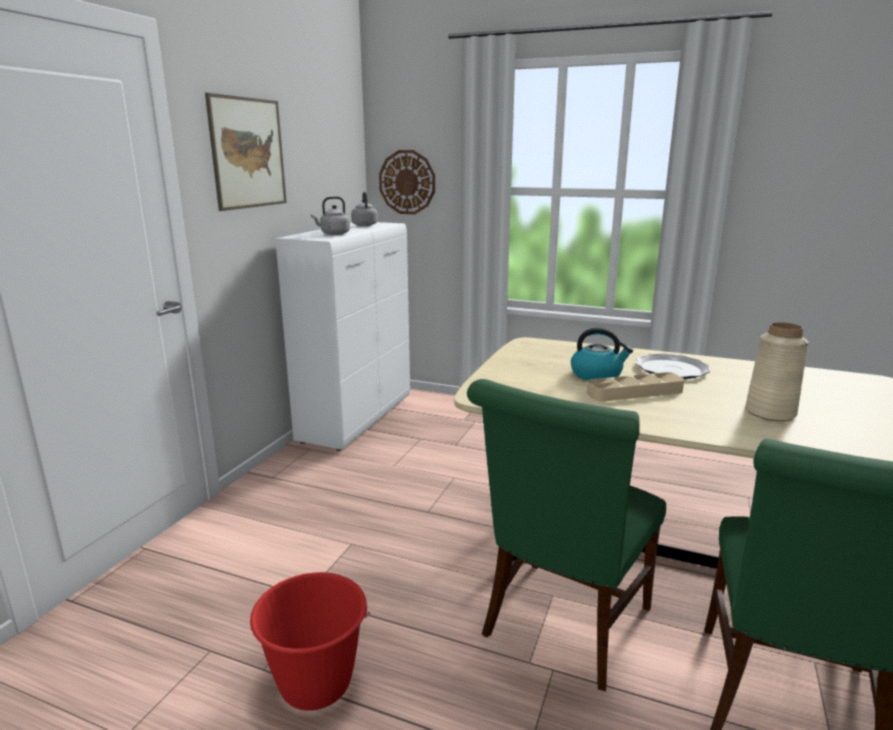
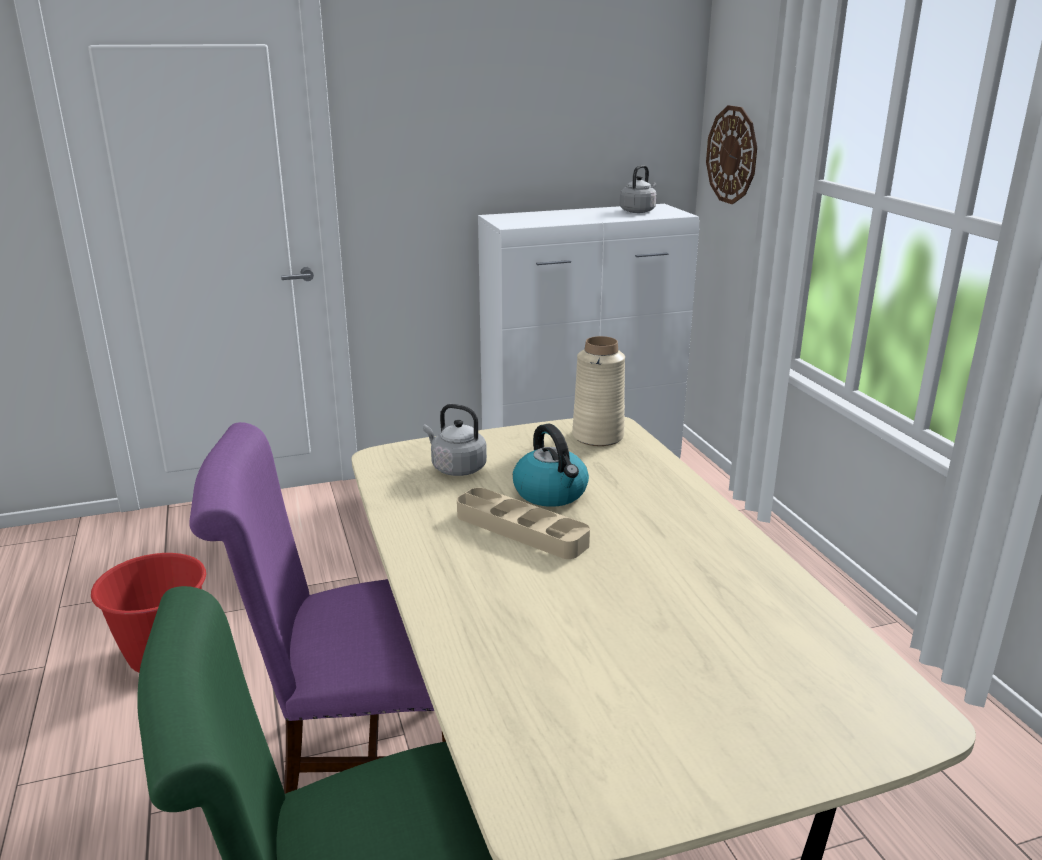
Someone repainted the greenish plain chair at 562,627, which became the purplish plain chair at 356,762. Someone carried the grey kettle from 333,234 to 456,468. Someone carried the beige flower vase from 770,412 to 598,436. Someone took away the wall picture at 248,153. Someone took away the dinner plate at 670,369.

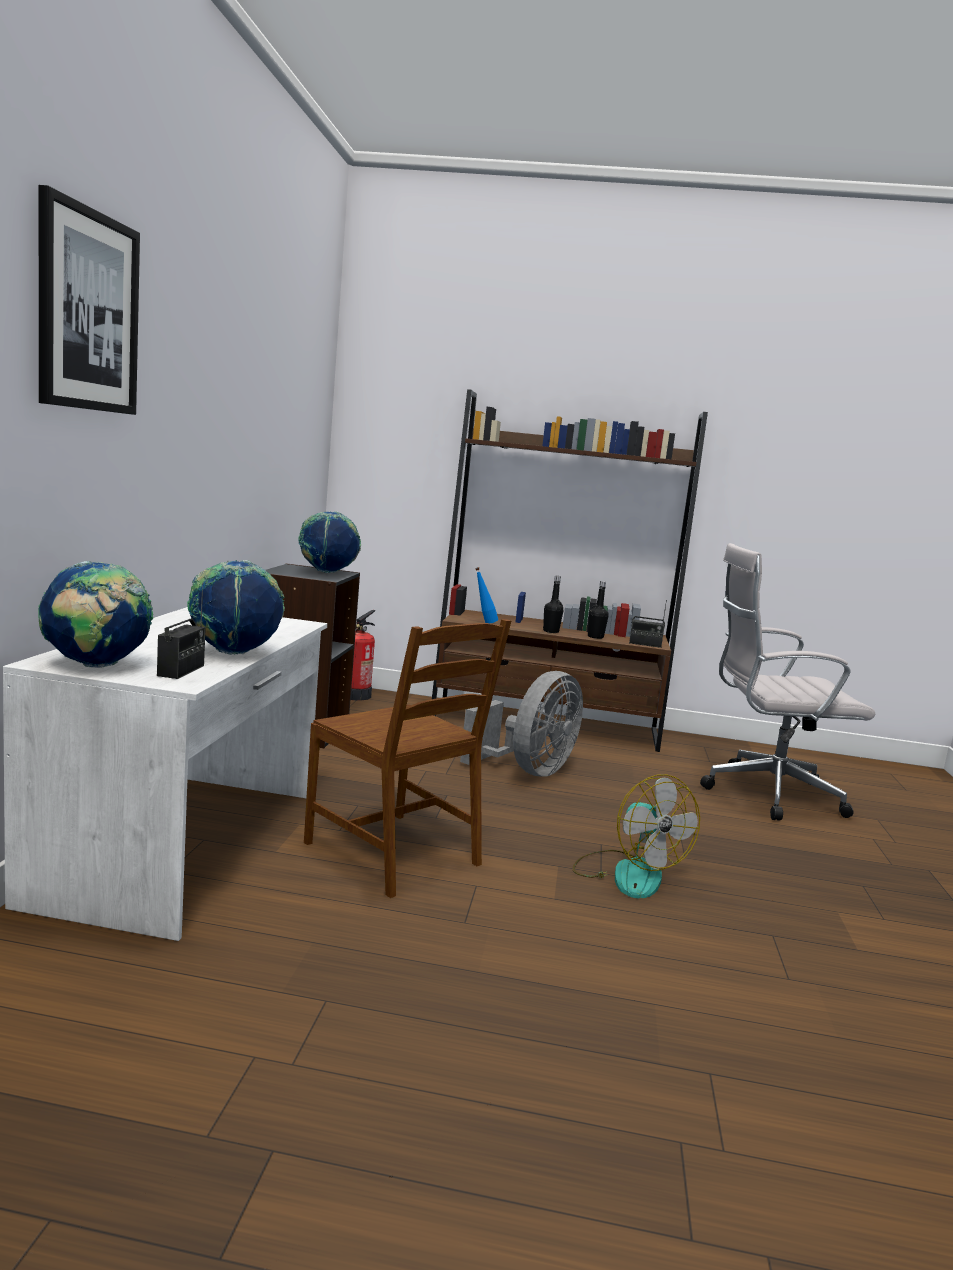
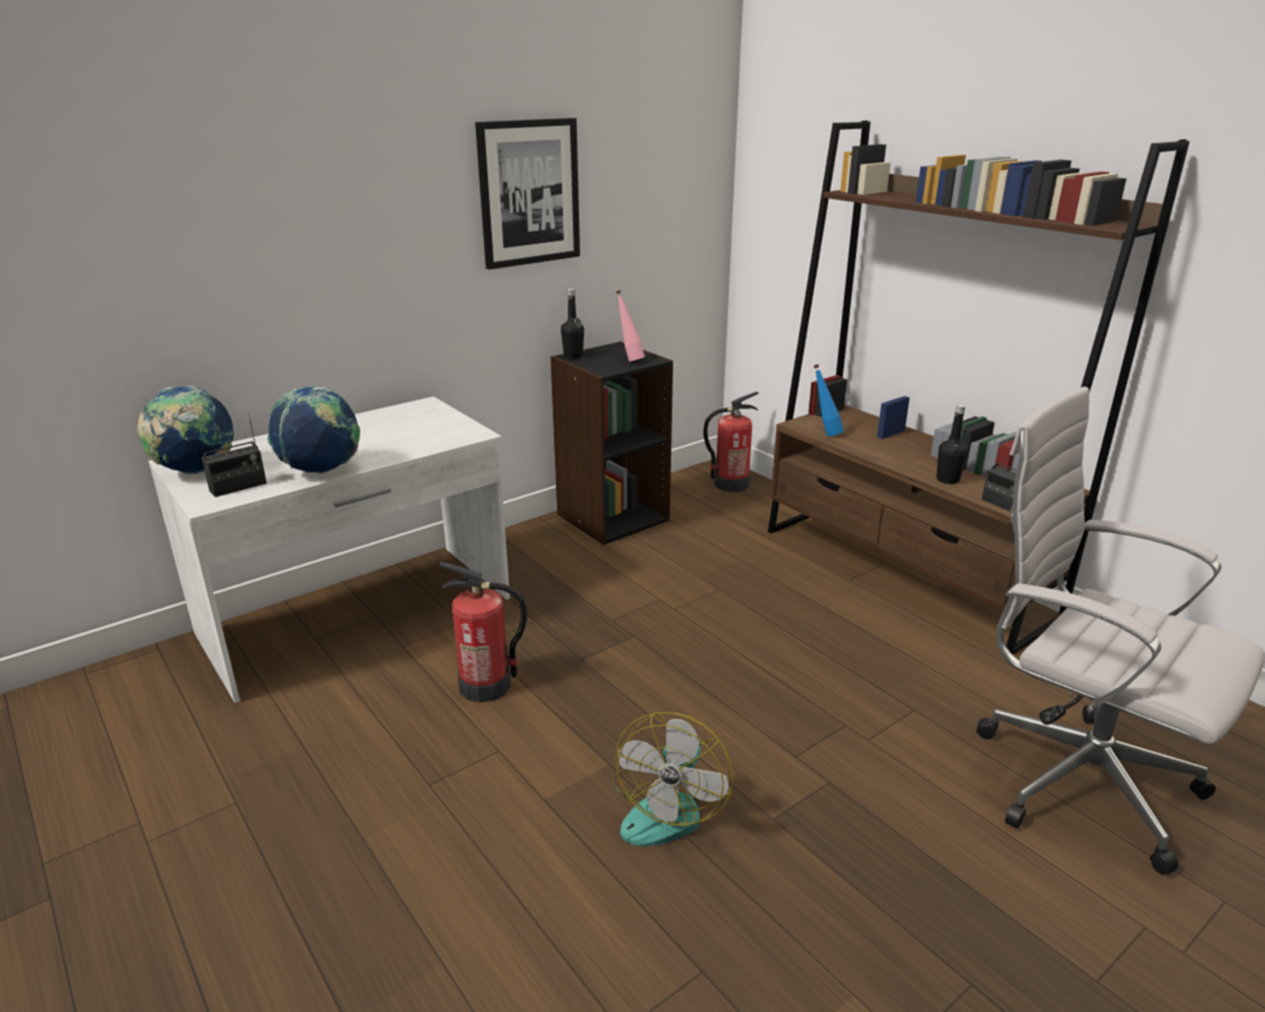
Someone swapped the brown-coloured plain chair at 395,853 for the fire extinguisher at 486,686. Someone carried the wall picture from 88,311 to 529,193. Someone carried the black bottle from 551,631 to 573,356. Someone swapped the globe at 327,572 for the pinkish bottle at 629,360. Someone took away the grey fan at 529,771.

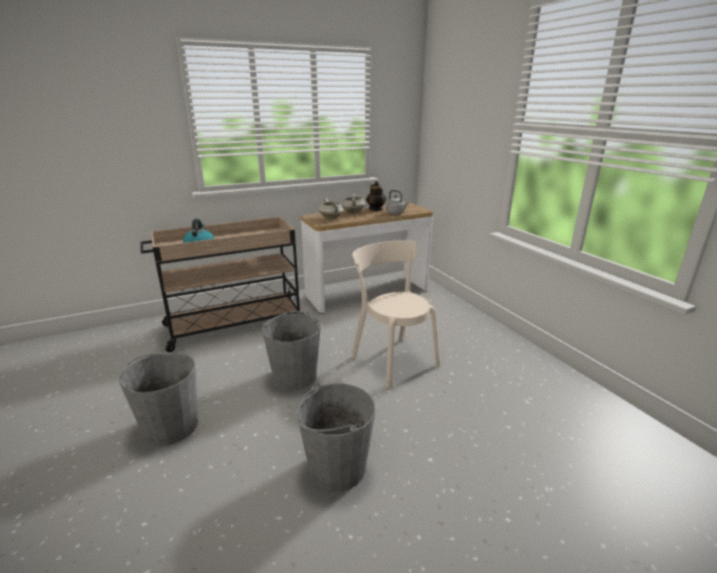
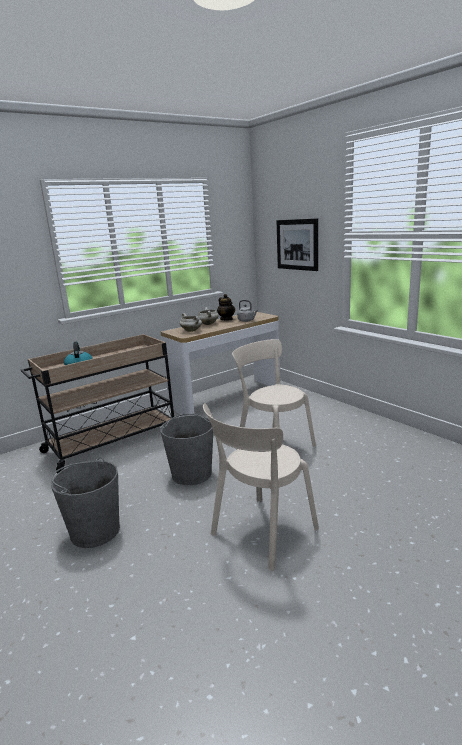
Someone swapped the grey water bucket at 336,467 for the beige plain chair at 261,534. Someone put up the wall picture at 297,244.

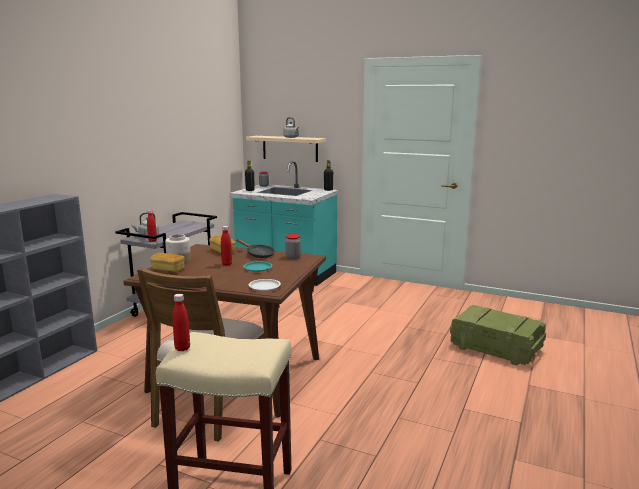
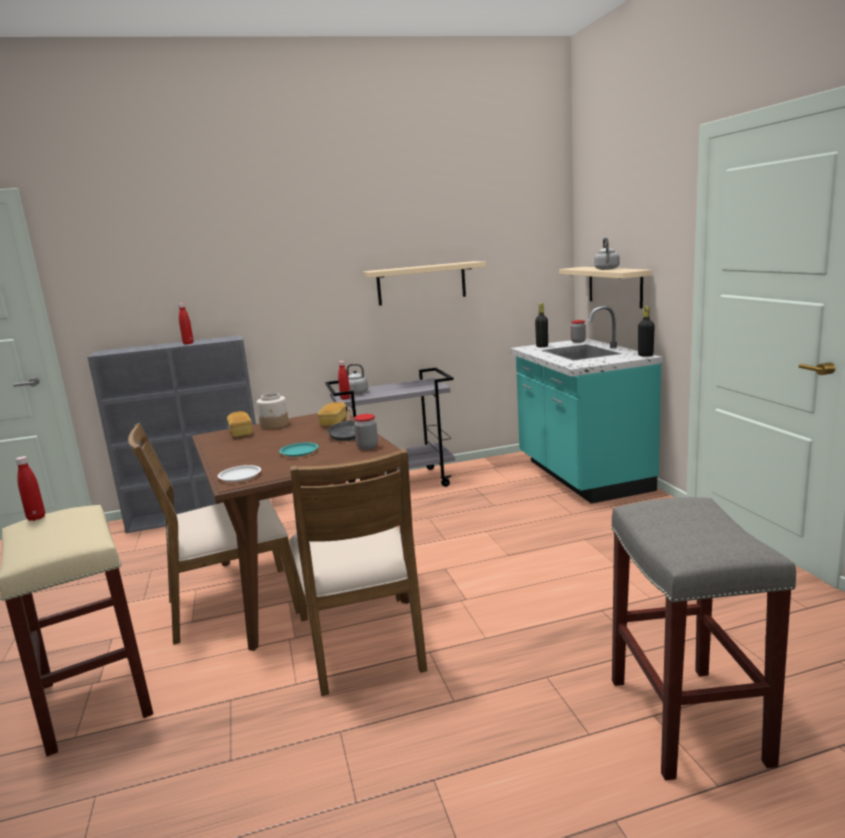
Someone carried the red-coloured bottle from 226,264 to 188,343. Someone put down the brown-coloured plain chair at 362,642. Someone put up the beige bracket shelf at 421,283. Someone swapped the packing crate at 494,348 for the grey stool at 684,718.

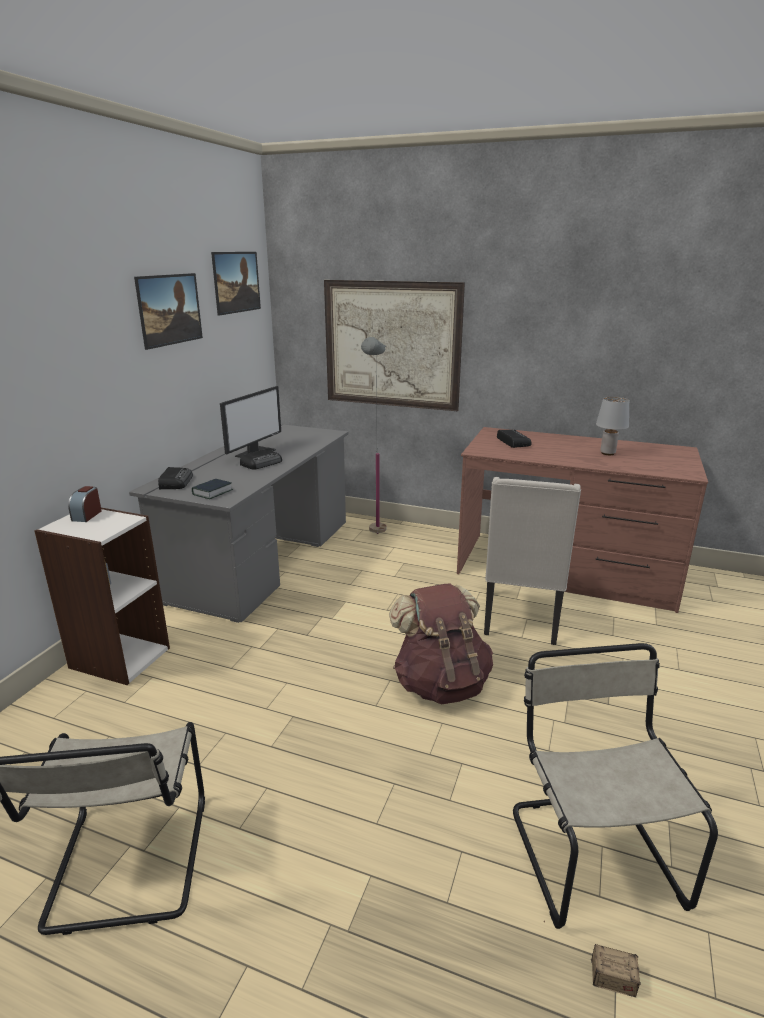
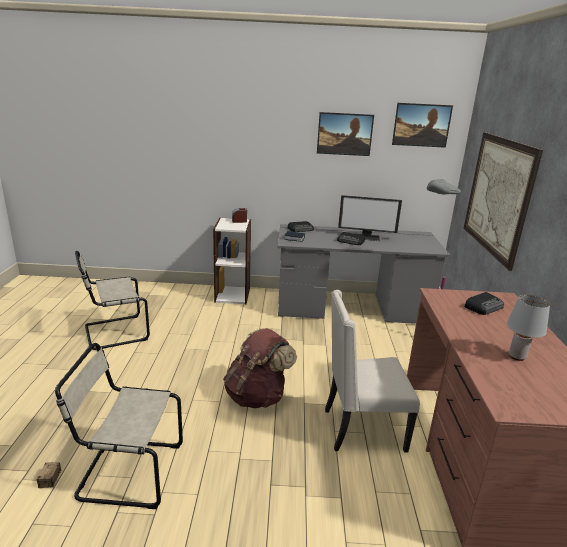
Someone rotated the beige plain chair at 590,851 by 150 degrees counterclockwise.

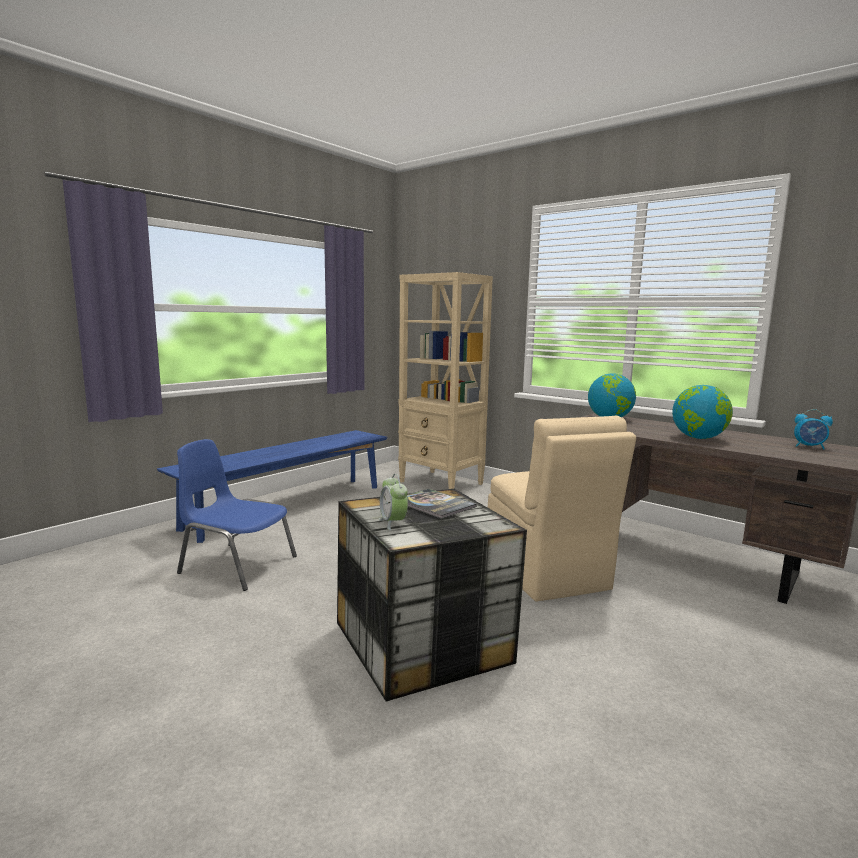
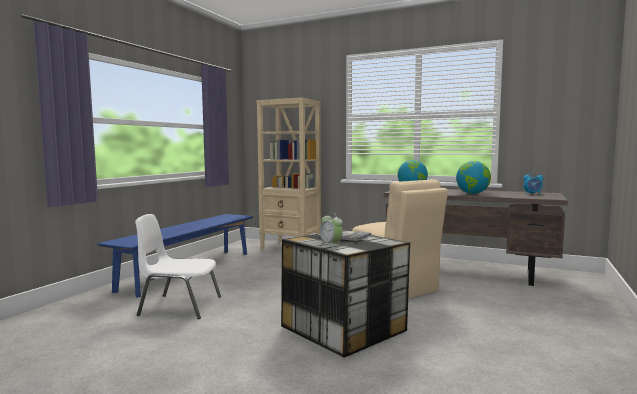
Someone repainted the blue-coloured plain chair at 236,565, which became the whitish plain chair at 179,306.

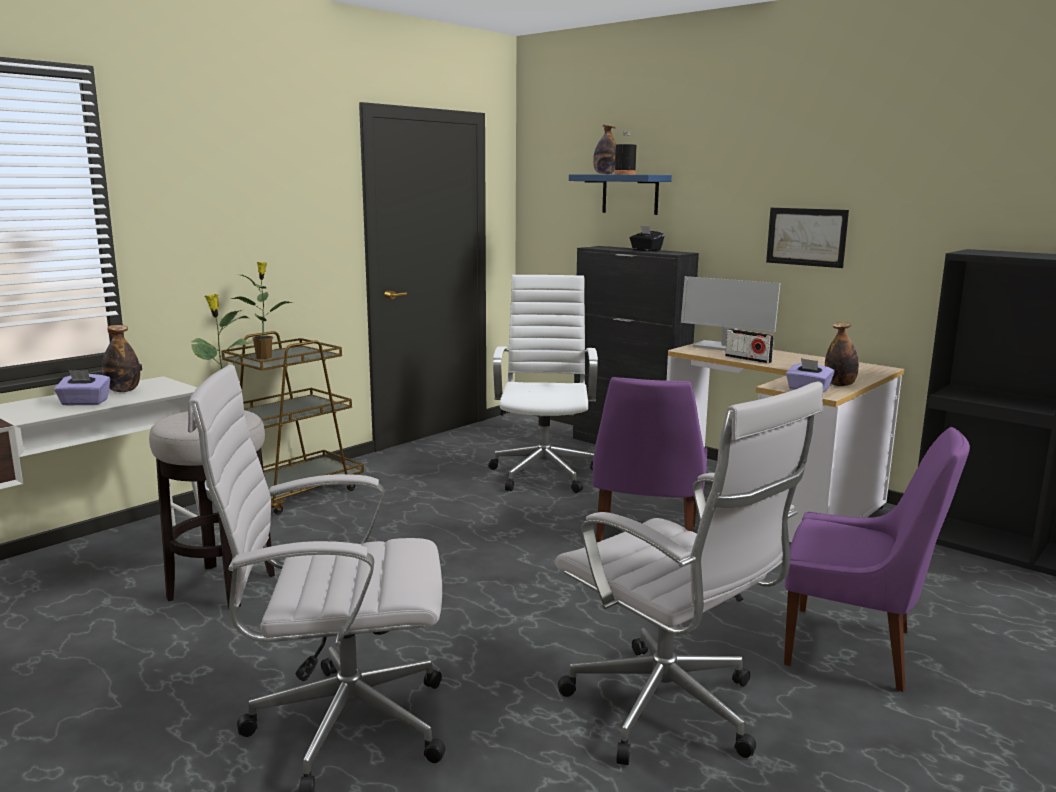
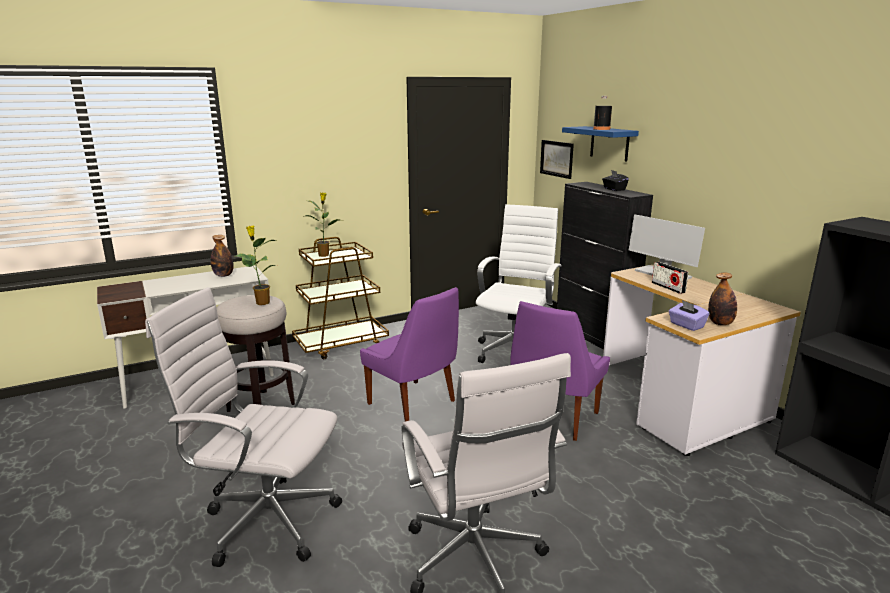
Someone carried the purplish plain chair from 854,649 to 414,403. Someone carried the wall picture from 806,237 to 556,158. Someone took away the purplish box of tissues at 84,403. Someone took away the bottle at 604,174.

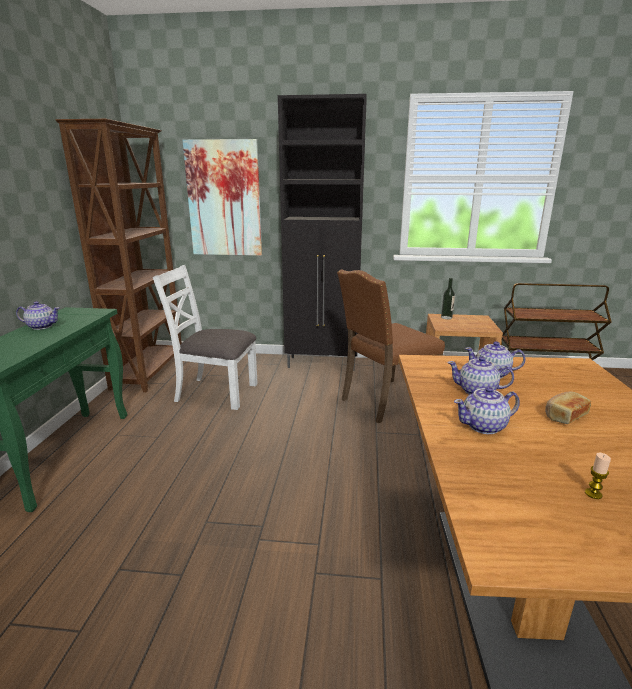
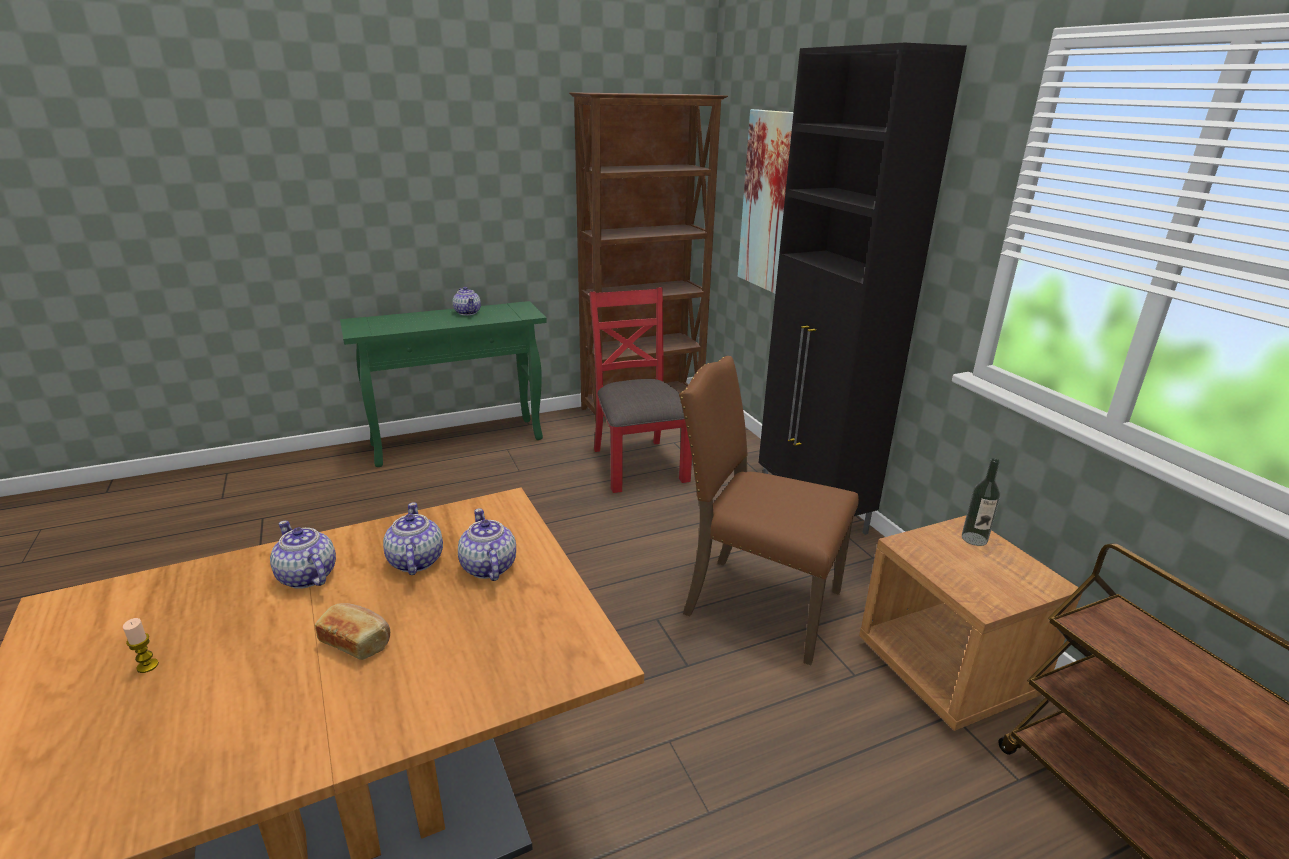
Someone repainted the whitish plain chair at 215,392, which became the red-coloured plain chair at 638,464.

